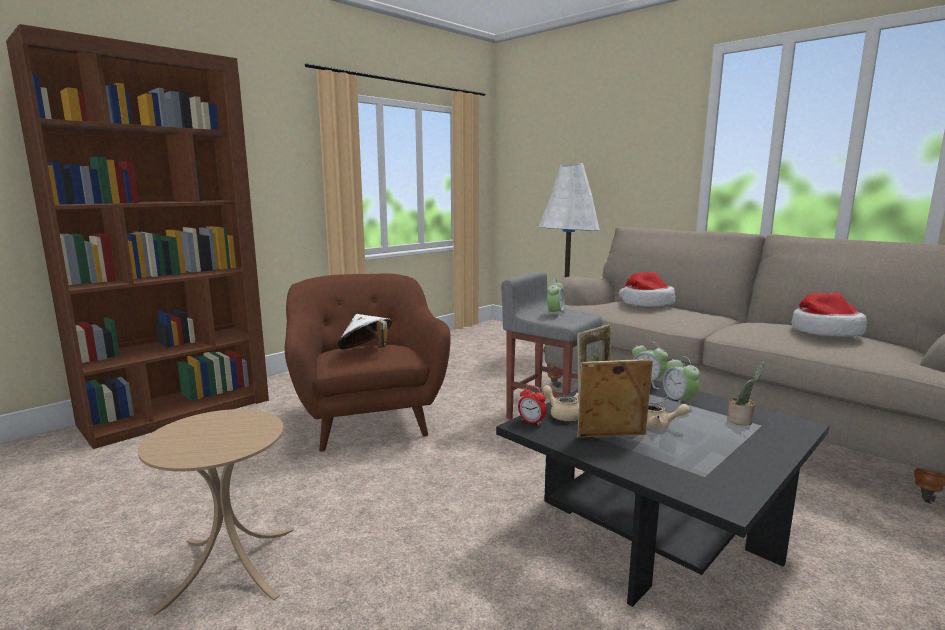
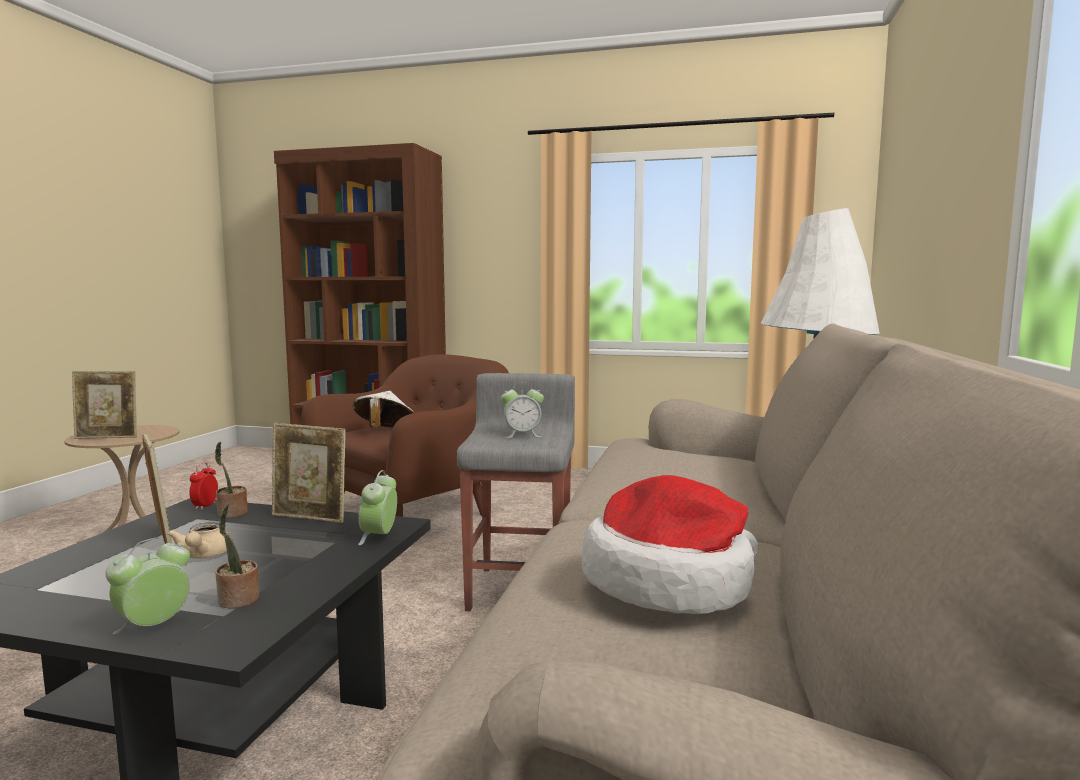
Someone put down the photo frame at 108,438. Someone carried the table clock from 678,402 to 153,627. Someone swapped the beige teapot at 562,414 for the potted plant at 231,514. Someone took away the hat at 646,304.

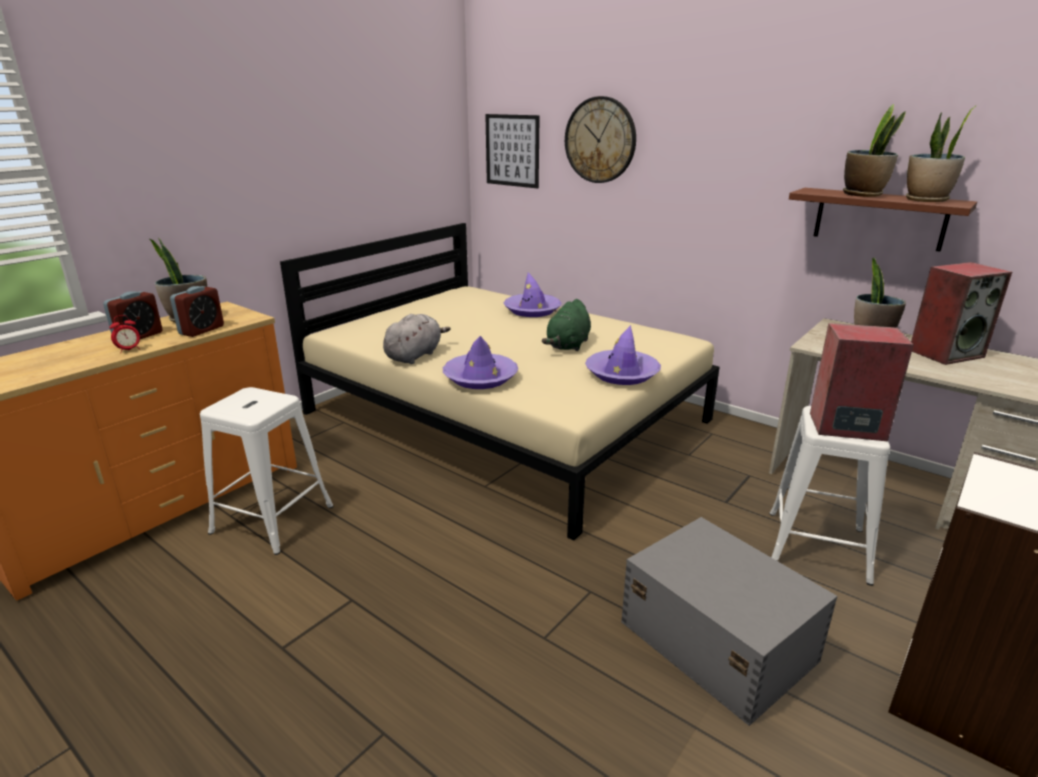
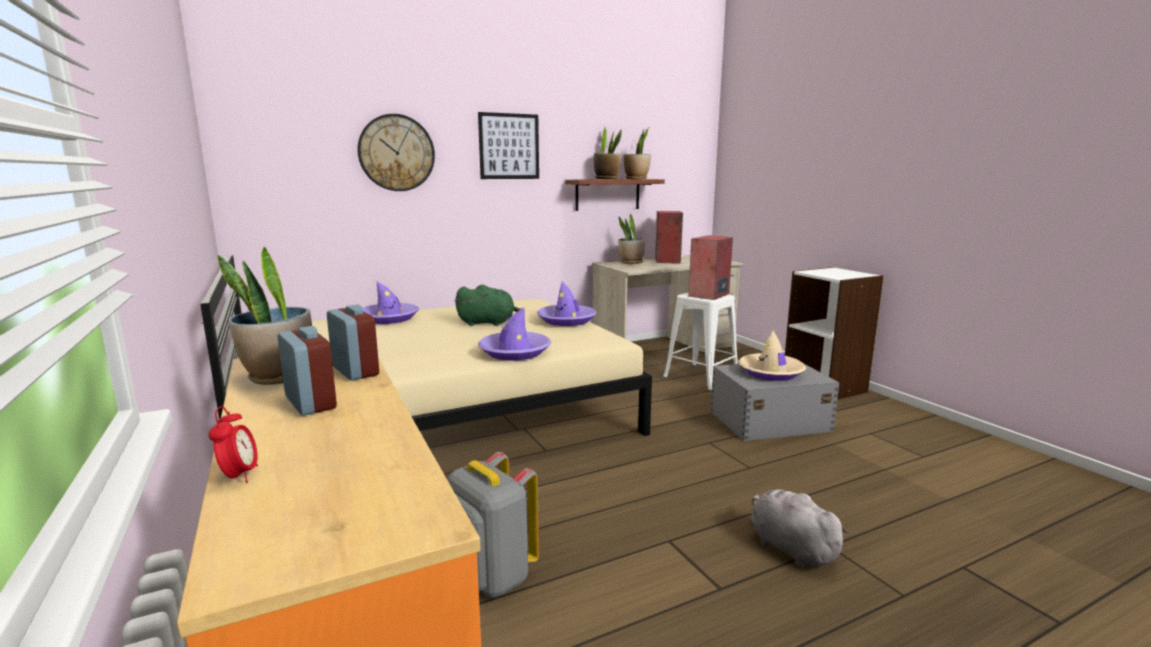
Someone carried the table clock from 129,350 to 239,476. Someone swapped the whitish stool at 272,519 for the grey backpack at 488,578. Someone rotated the greenish plush toy at 568,345 by 45 degrees counterclockwise. Someone carried the wall picture from 512,150 to 509,146. Someone put down the beige hat at 770,373. Someone carried the grey plush toy from 415,355 to 789,548.

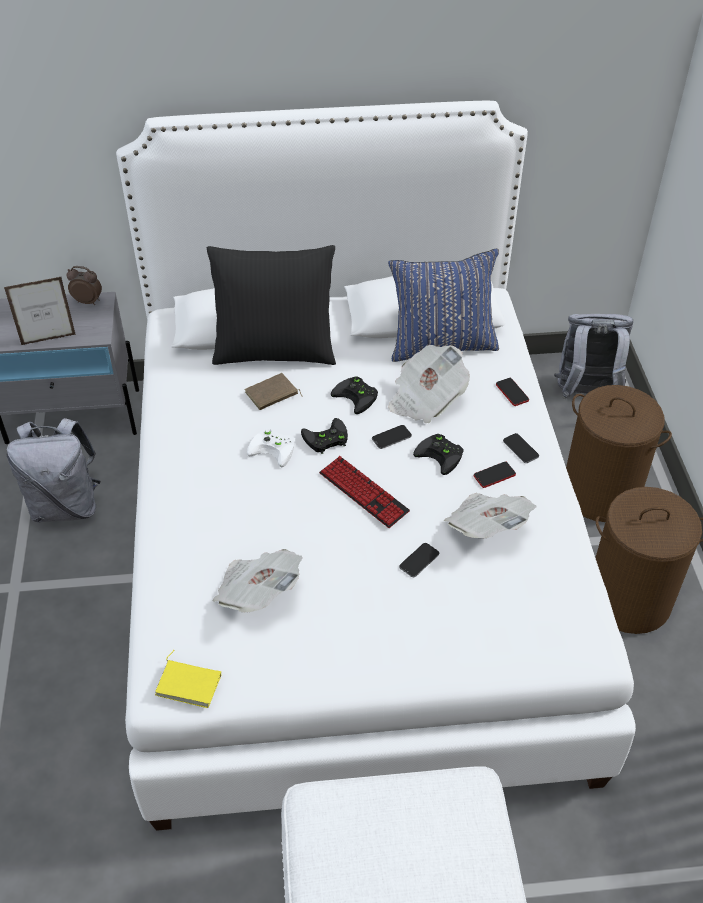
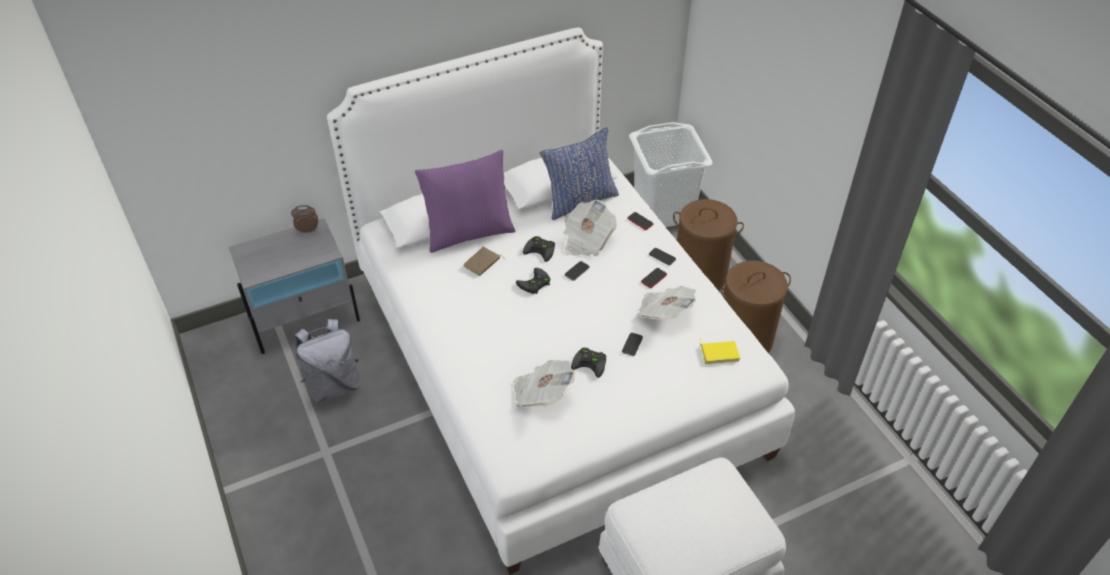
Someone repainted the black throw pillow at 275,350, which became the purplish throw pillow at 468,232. Someone carried the black gamepad from 442,455 to 591,363. Someone swapped the grey backpack at 585,395 for the whitish hamper at 662,211. Someone carried the yellow bound book from 189,683 to 719,352. Someone took away the photo frame at 49,339. Someone took away the whitish gamepad at 275,449. Someone took away the keyboard at 363,493.

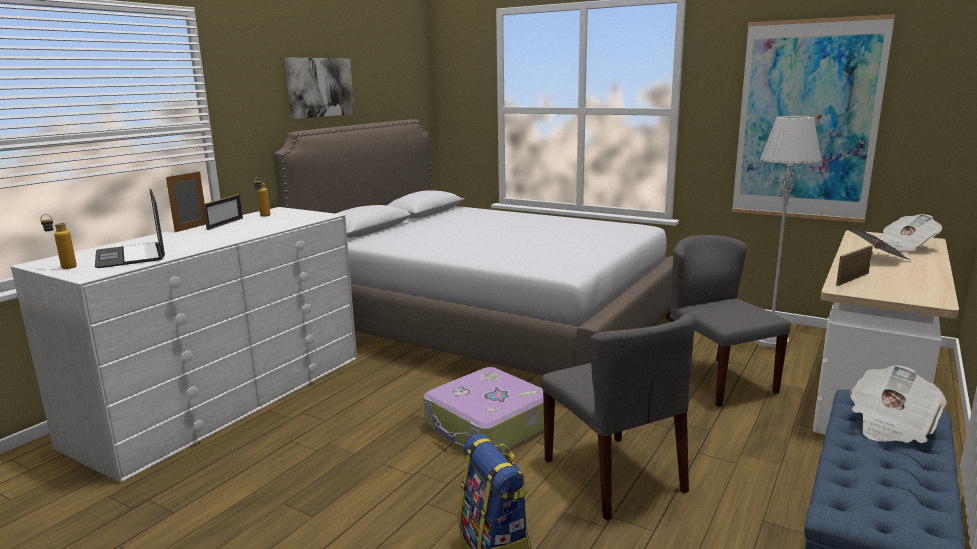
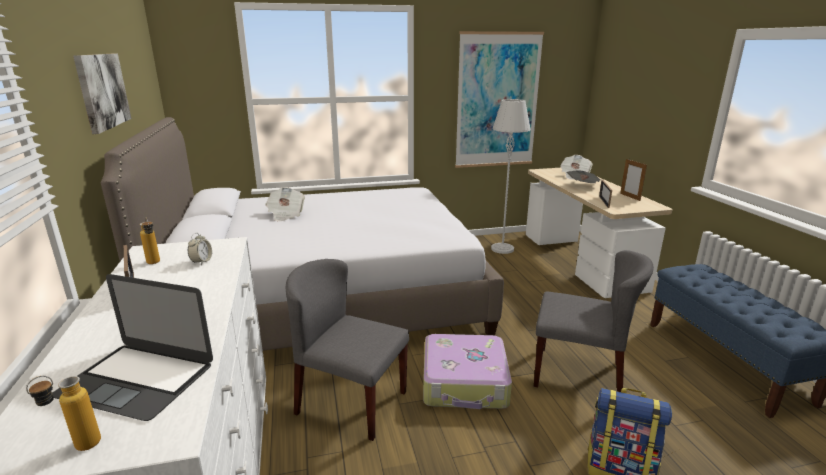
Someone put down the table clock at 202,261. Someone carried the daily paper from 890,425 to 286,214. Someone carried the grey plain chair from 717,381 to 350,402. Someone carried the photo frame from 191,228 to 630,197.

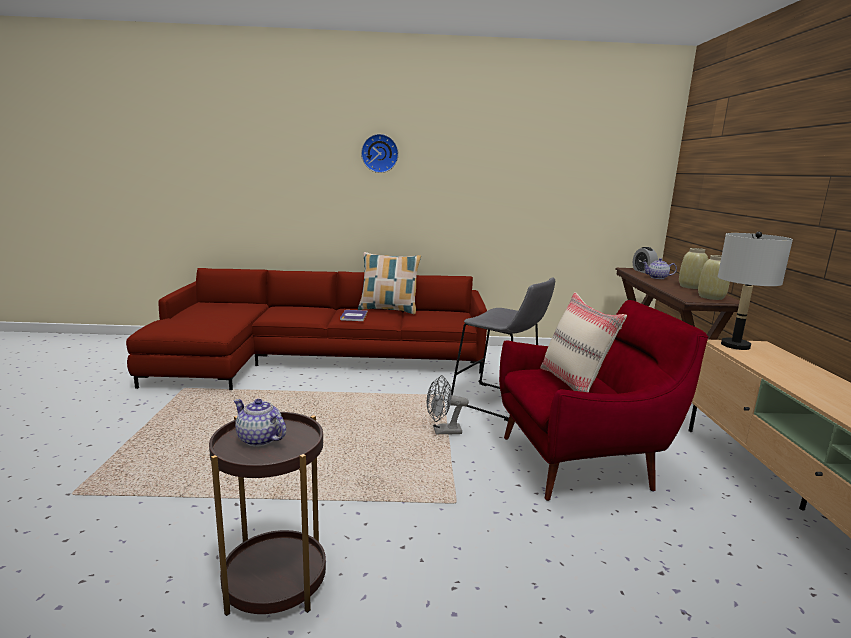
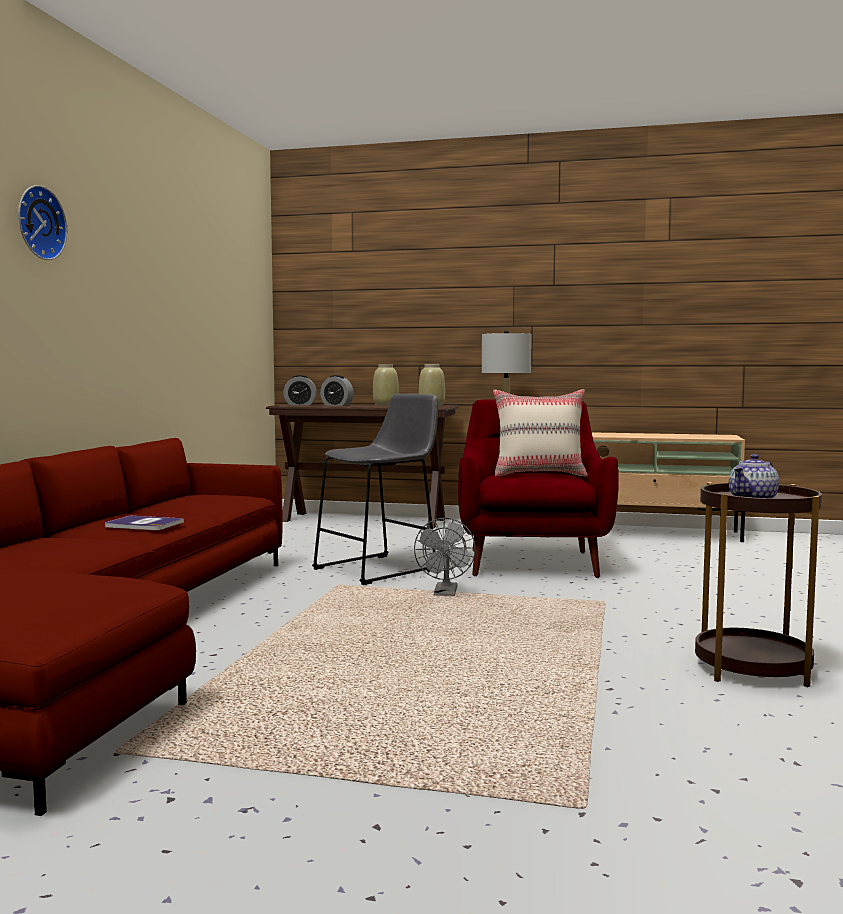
Someone swapped the teapot at 657,277 for the table clock at 337,405. Someone took away the throw pillow at 388,310.

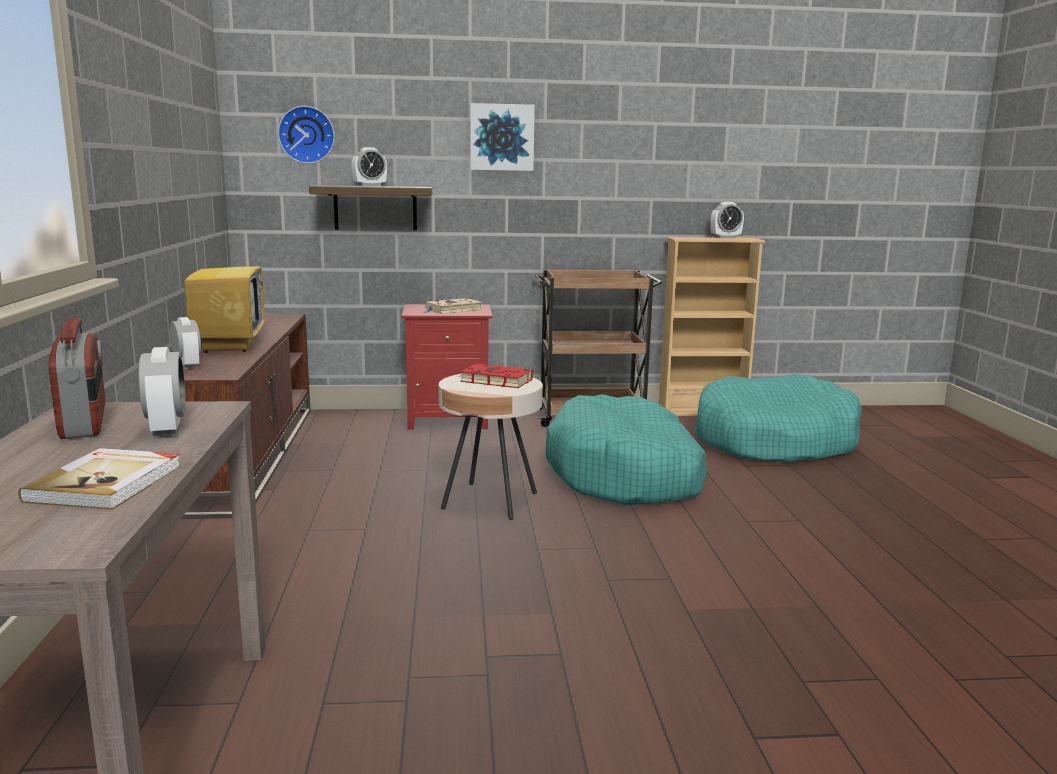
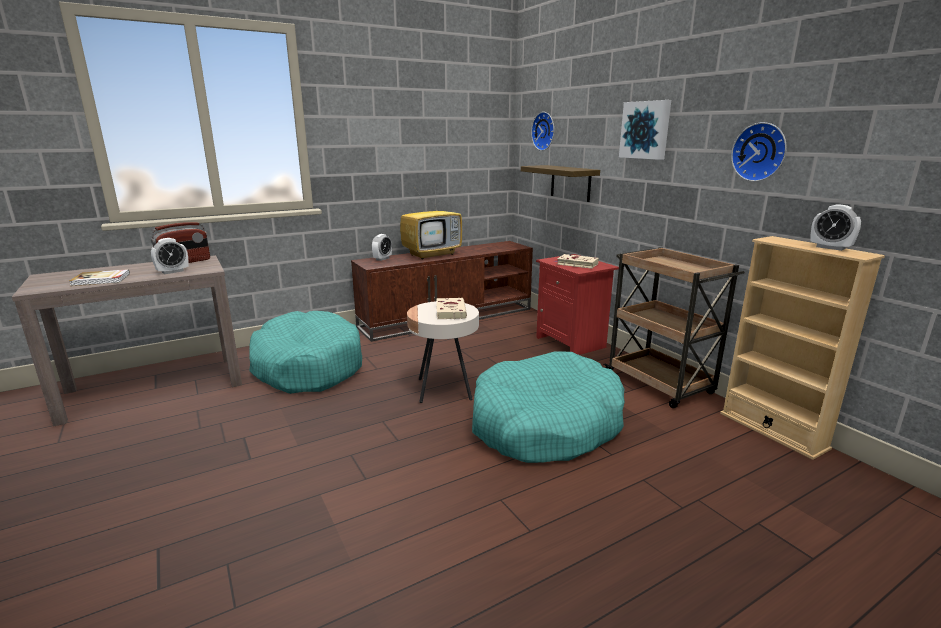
Someone carried the turquoise pet bed from 773,441 to 308,366. Someone repainted the red-coloured bound book at 494,380, which became the beige bound book at 450,311. Someone put up the hanging clock at 760,152. Someone took away the table clock at 369,186.

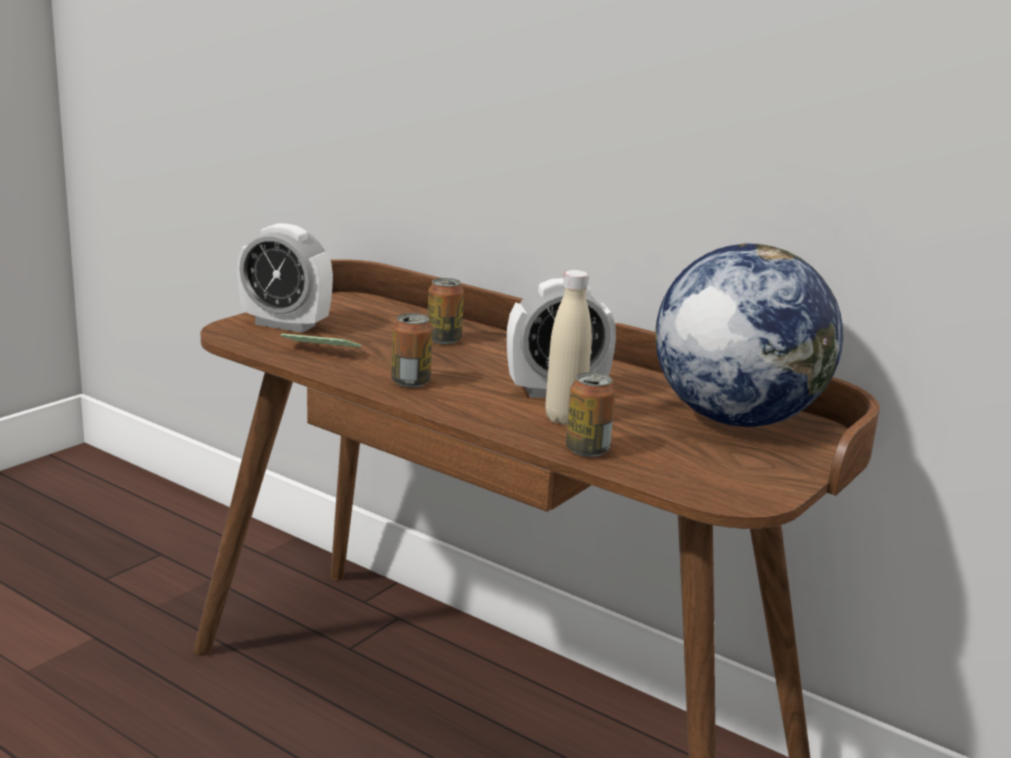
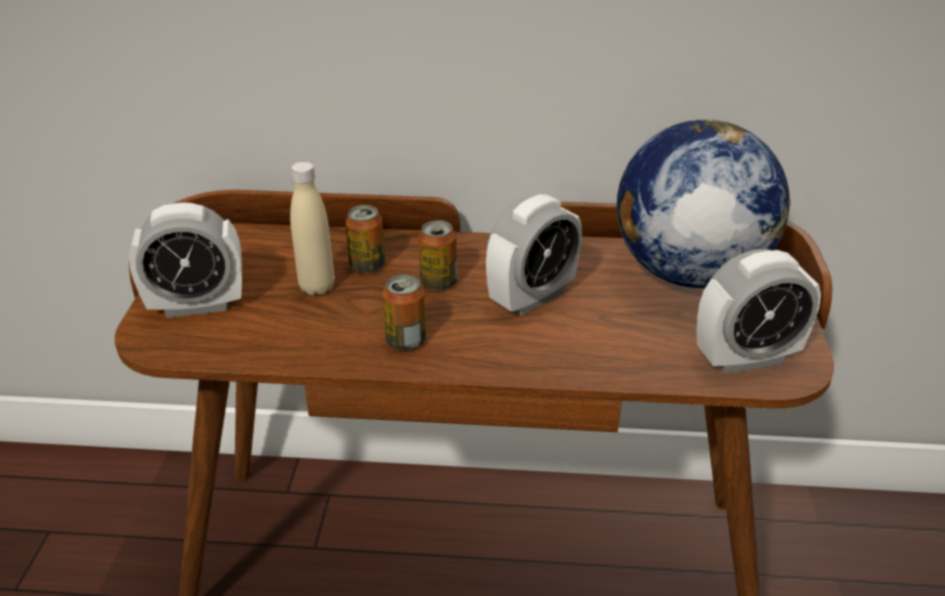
Someone carried the beige bottle from 564,419 to 317,287. Someone carried the metal can from 587,450 to 438,282. Someone put down the table clock at 746,358. Someone took away the handset at 320,351.

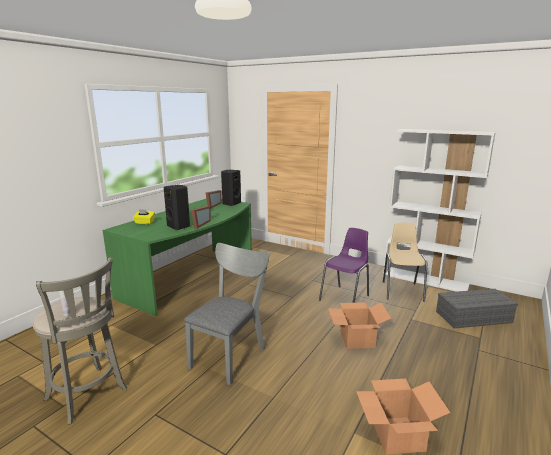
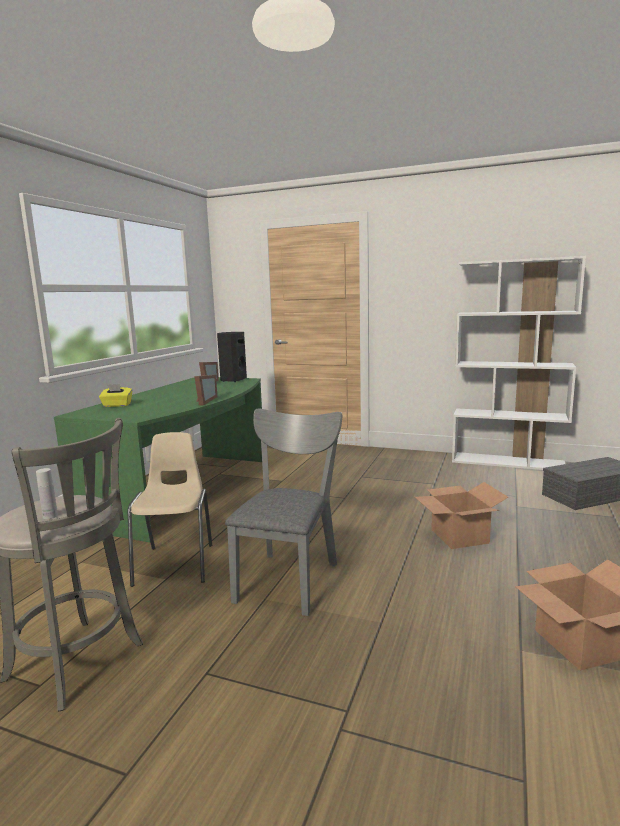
Someone carried the beige plain chair from 402,290 to 176,563. Someone took away the black audio speaker at 179,226. Someone took away the purplish plain chair at 345,298.

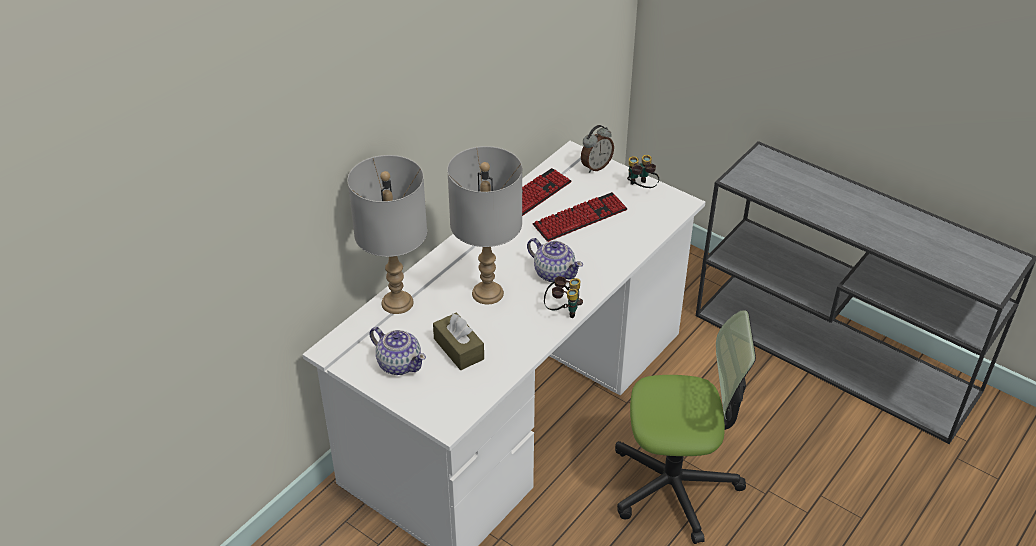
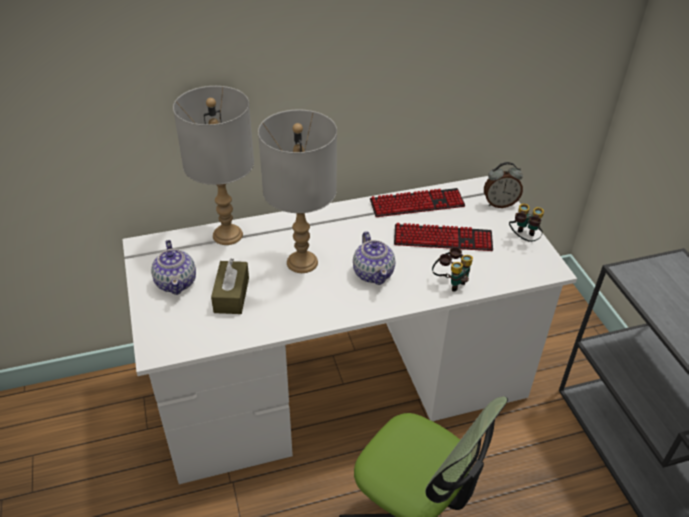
Someone carried the pair of binoculars from 563,310 to 450,281.

